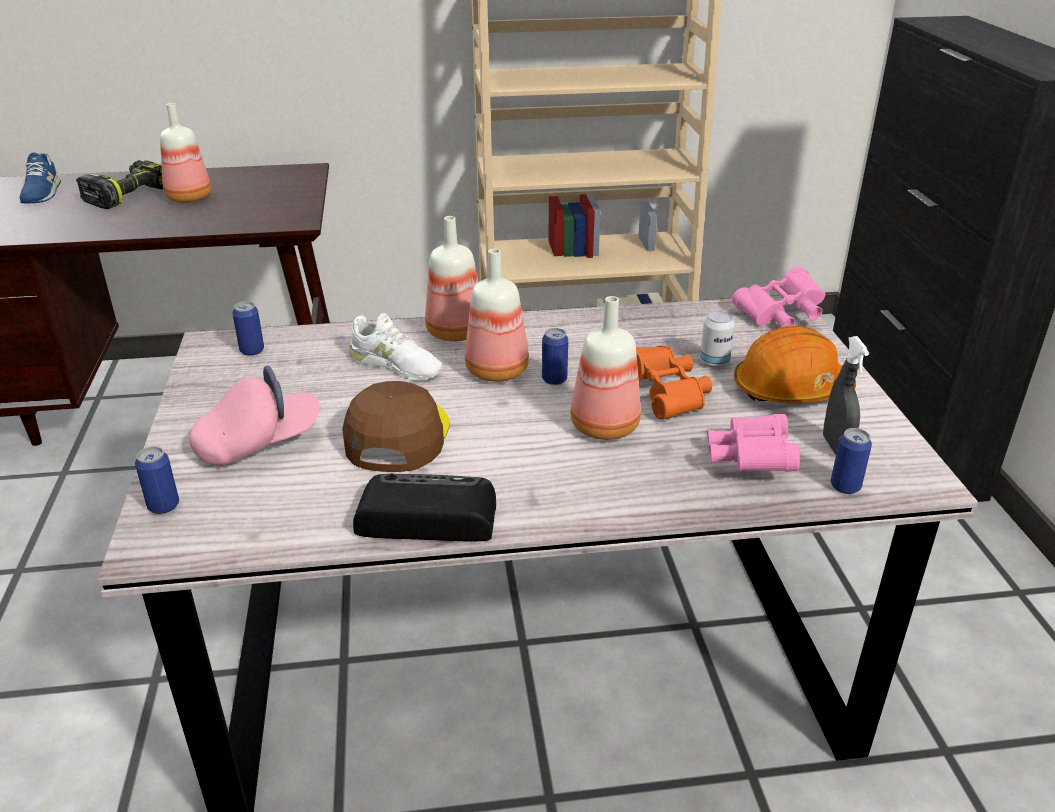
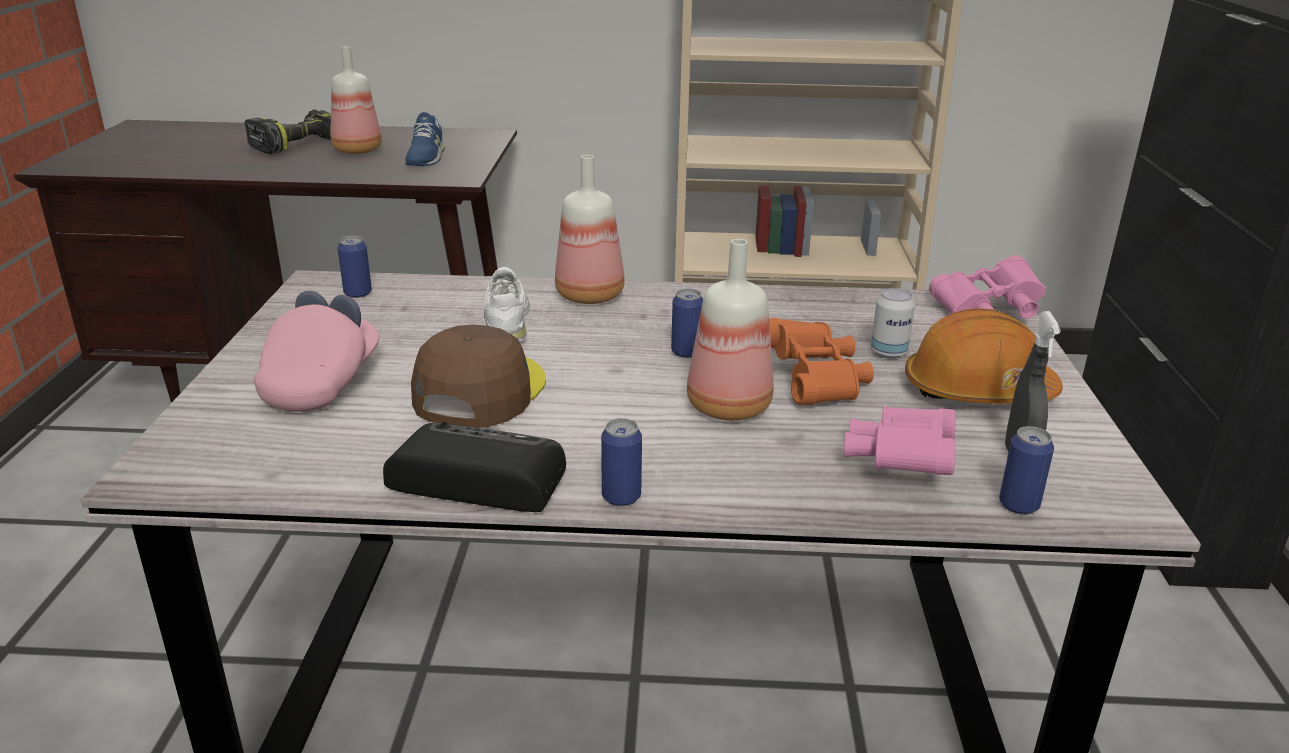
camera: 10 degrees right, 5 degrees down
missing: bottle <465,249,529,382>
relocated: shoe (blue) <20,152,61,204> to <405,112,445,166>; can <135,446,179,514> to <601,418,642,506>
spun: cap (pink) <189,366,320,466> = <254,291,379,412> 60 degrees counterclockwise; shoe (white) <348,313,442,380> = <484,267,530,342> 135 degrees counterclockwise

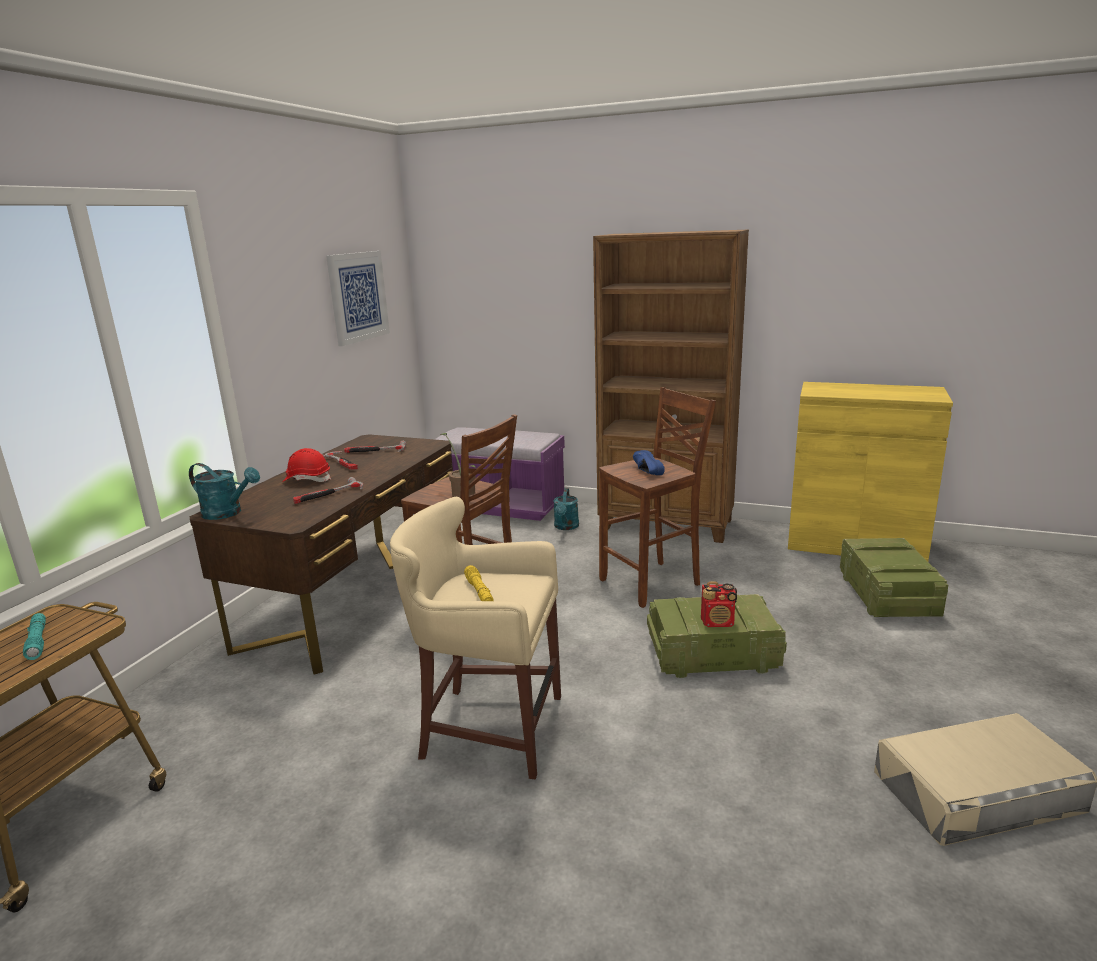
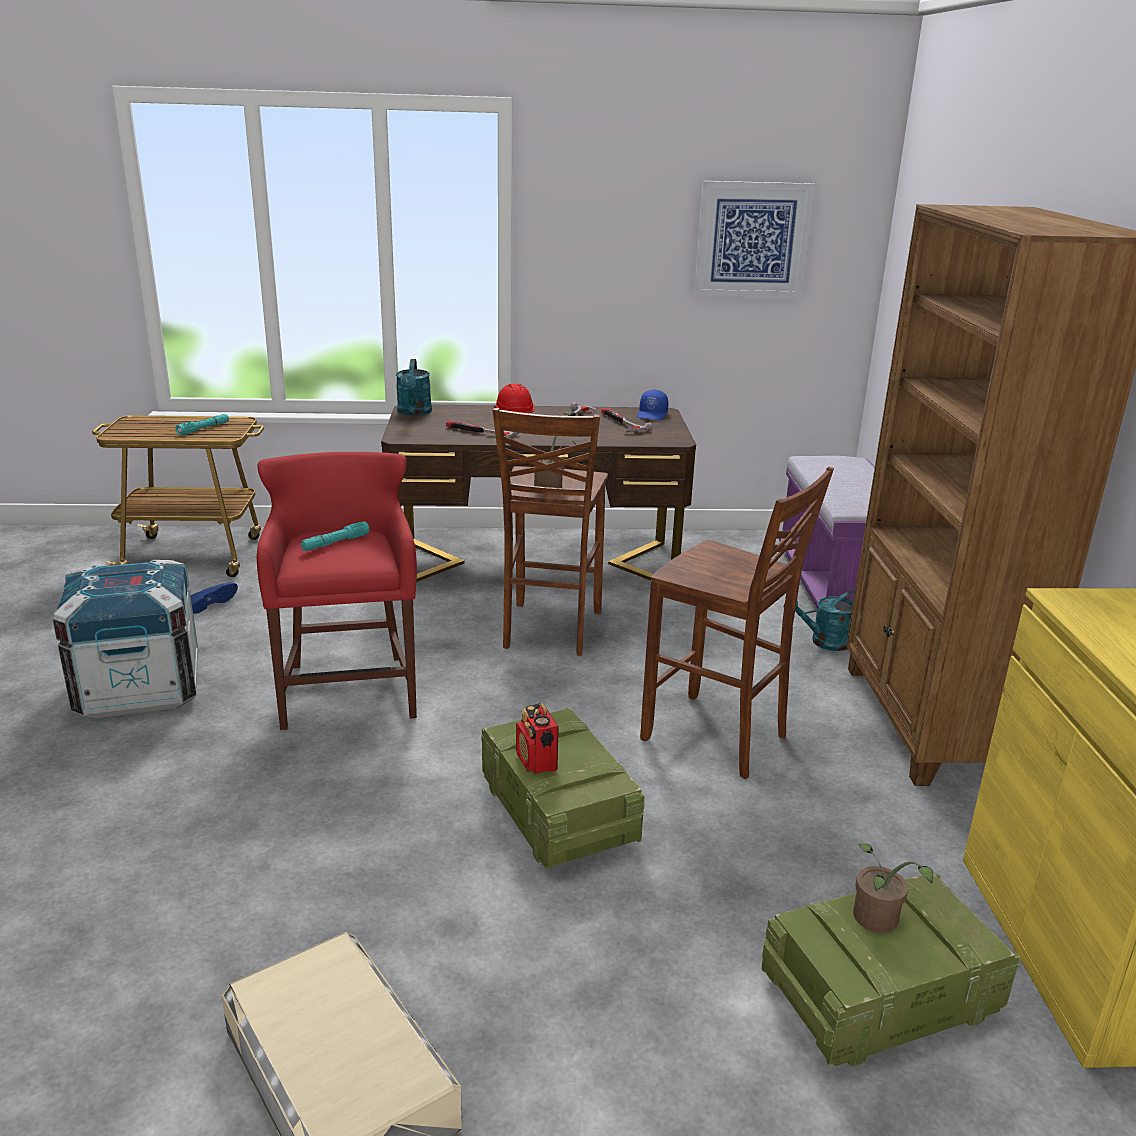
camera: 65 degrees right, 5 degrees up
appeared: crate <52,560,198,719>; cap (blue) <637,390,669,420>; potted plant <853,844,934,933>
relocated: shoe (blue) <633,450,665,475> to <191,582,238,614>
colour: stool (beige) <390,497,561,780> to stool (red) <257,452,417,730>; flashlight (yellow) <464,565,494,601> to flashlight (turquoise) <301,521,369,551>

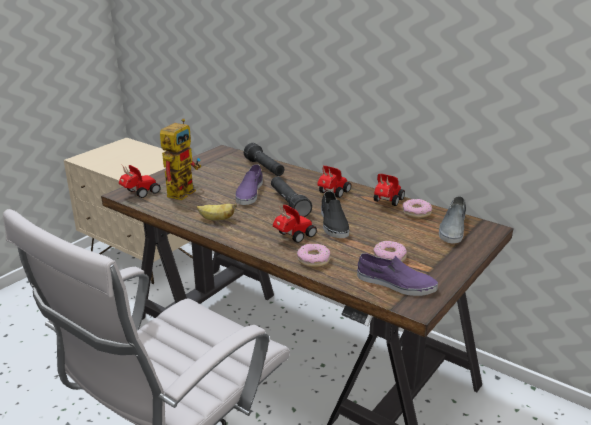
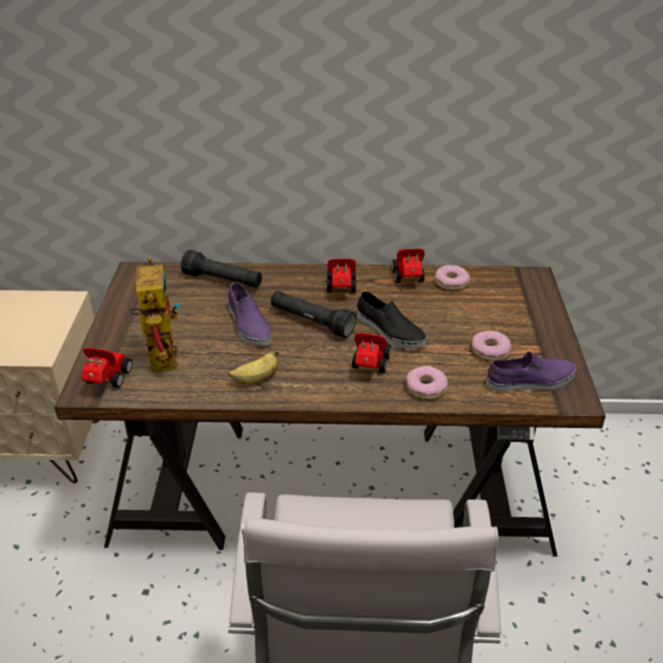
camera: 35 degrees left, 10 degrees up
missing: shoe (grey) <439,196,466,244>

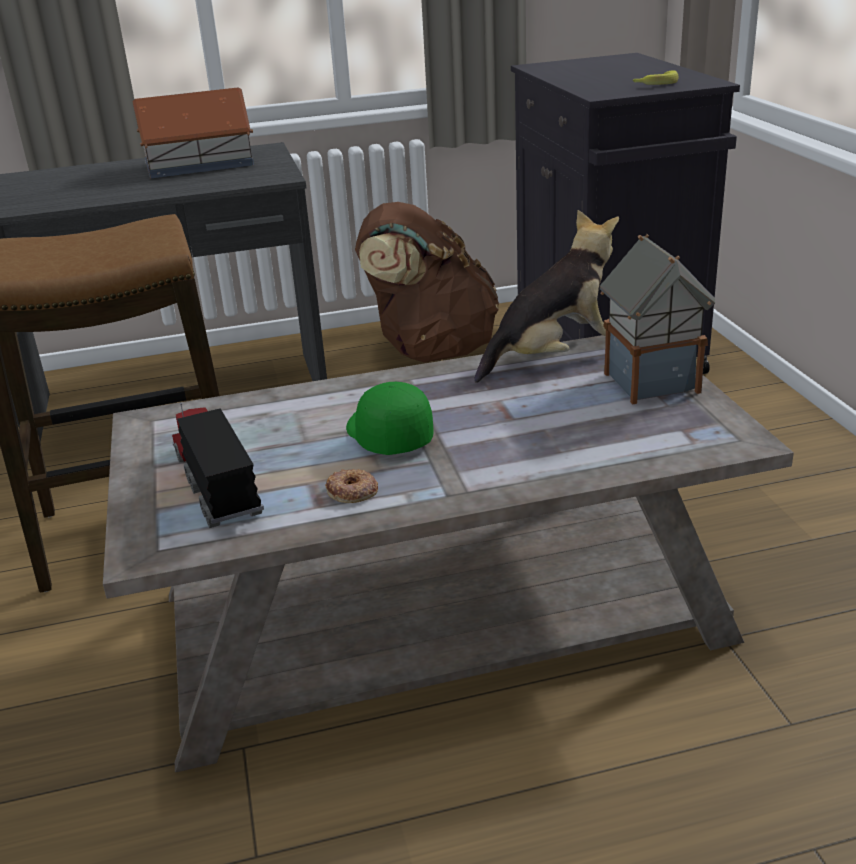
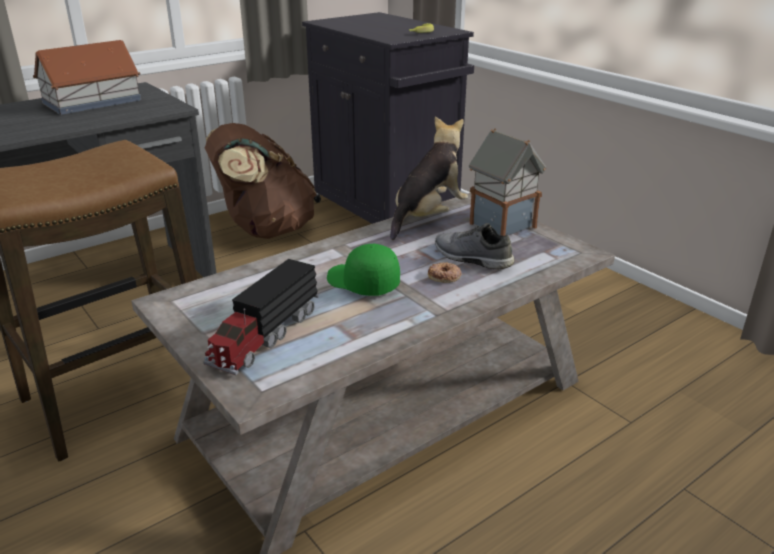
camera: 25 degrees left, 0 degrees up
appeared: shoe (grey) <435,223,514,269>
relocated: donut <325,469,378,503> to <428,262,462,283>
spun: toy truck <172,402,264,528> = <203,259,319,375> 105 degrees counterclockwise

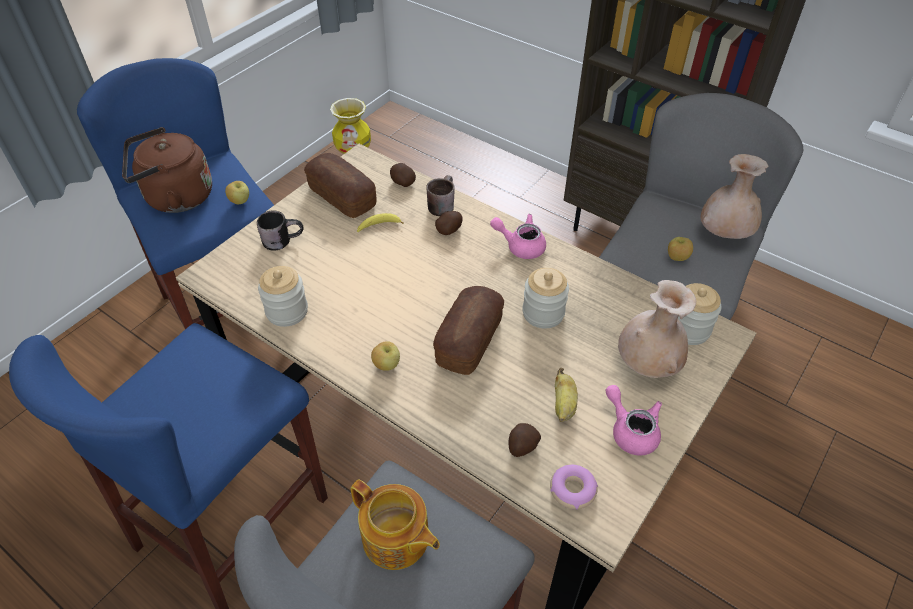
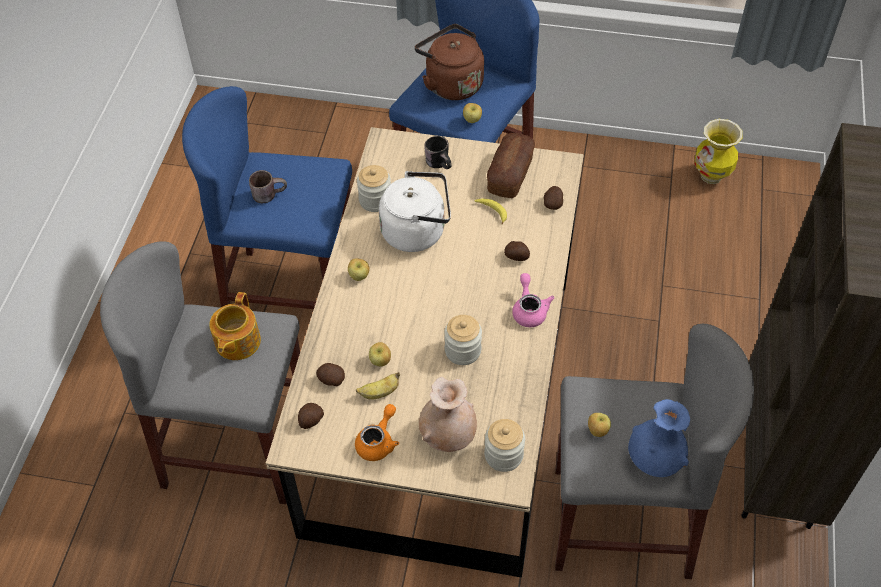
camera: 65 degrees right, 5 degrees up
missing: bread <433,286,504,375>
appeared: apple <369,342,391,366>; kettle (white) <379,171,451,252>
relocated: mug (brown) <426,175,455,216> to <249,170,287,203>
exchanged: donut <550,465,598,510> to potato <298,403,324,429>
colour: teapot (pink) <606,385,662,456> to teapot (orange) <355,404,399,461>; vase (beige) <701,154,768,239> to vase (blue) <628,399,690,477>

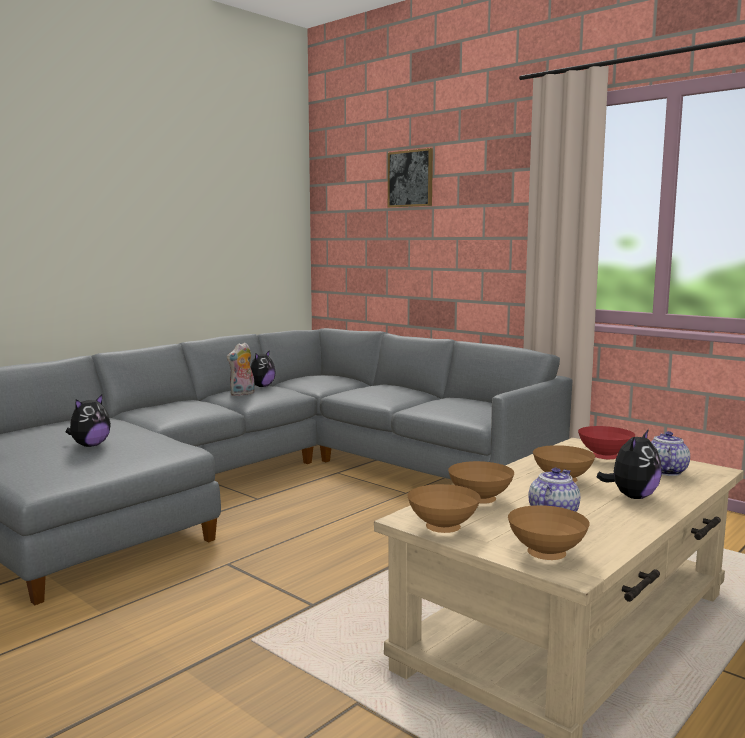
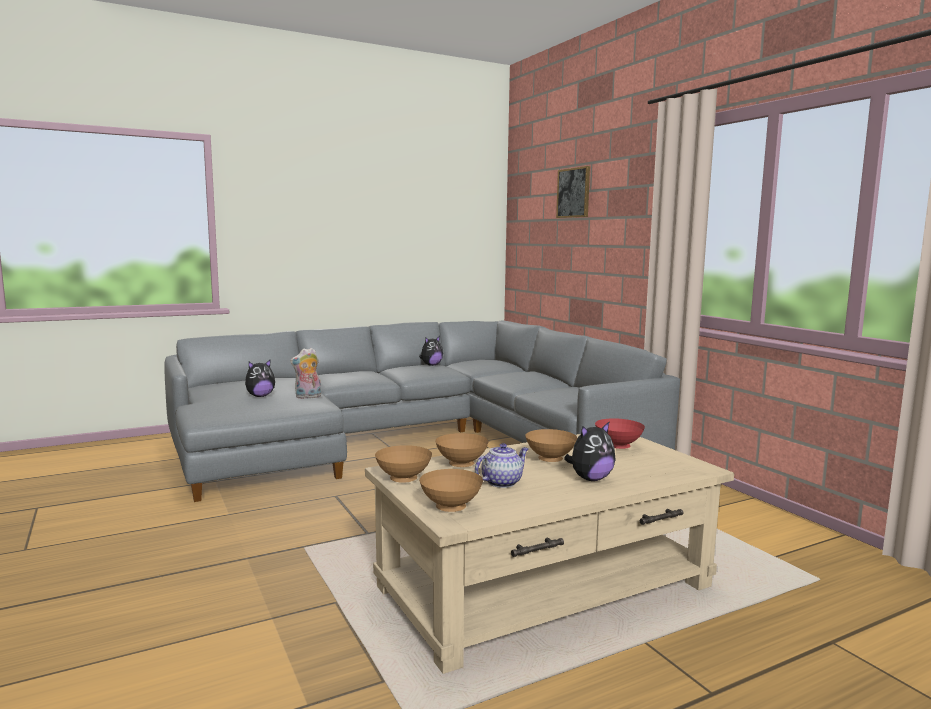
camera: 20 degrees right, 0 degrees up
missing: teapot <651,431,690,476>
relocated: plush toy <227,342,255,396> to <290,348,321,399>

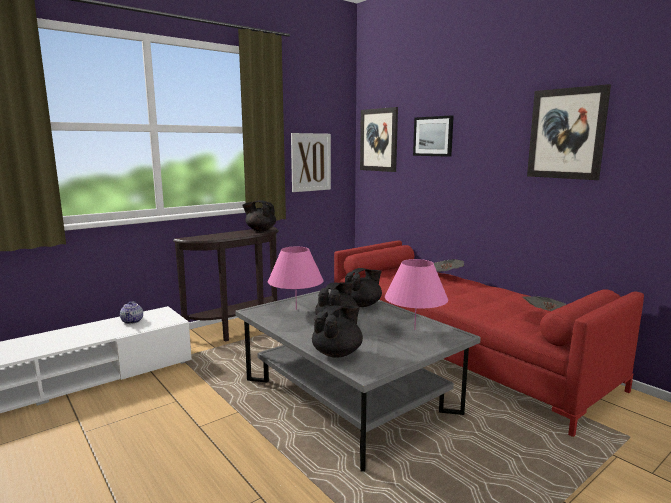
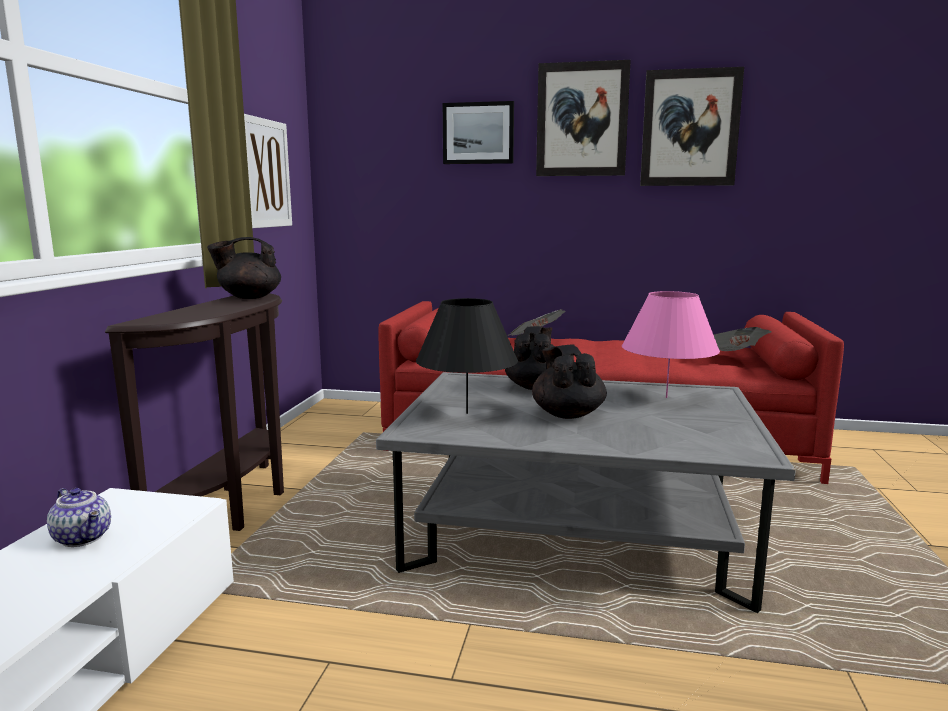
camera: 40 degrees left, 0 degrees up
missing: teapot (black) <312,305,363,358>
relocated: picture <360,107,398,172> to <536,60,631,176>
colour: table lamp (pink) <268,247,324,310> to table lamp (black) <416,298,518,414>

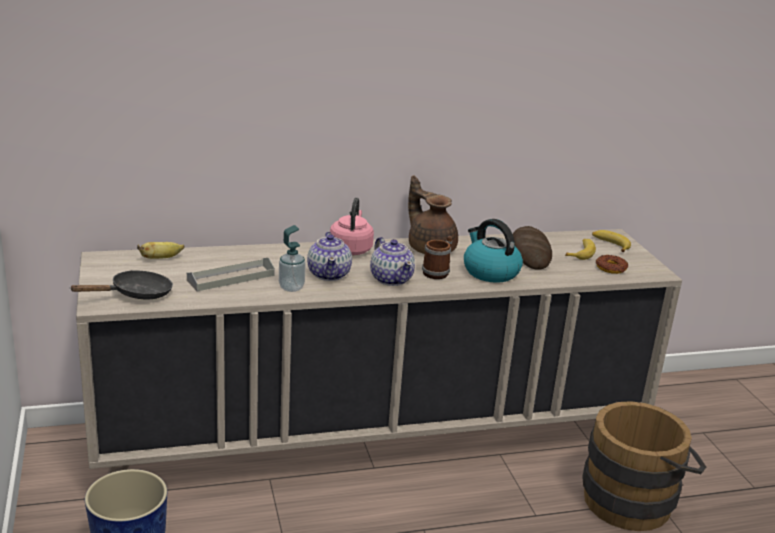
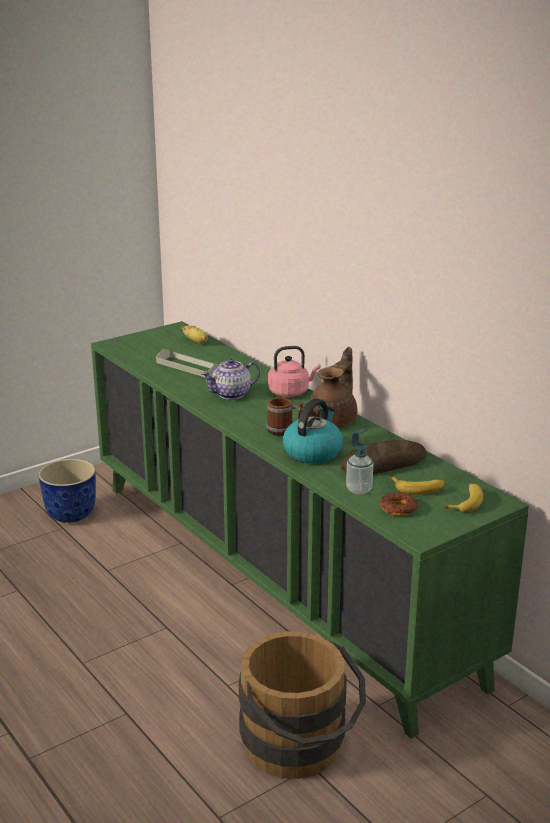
camera: 70 degrees right, 0 degrees up
missing: frying pan (black) <69,270,173,299>; teapot <370,237,415,286>
relocated: soap dispenser <279,225,306,292> to <346,429,373,494>
colour: cabinet (beige) <76,229,682,474> to cabinet (green) <91,321,529,739>

